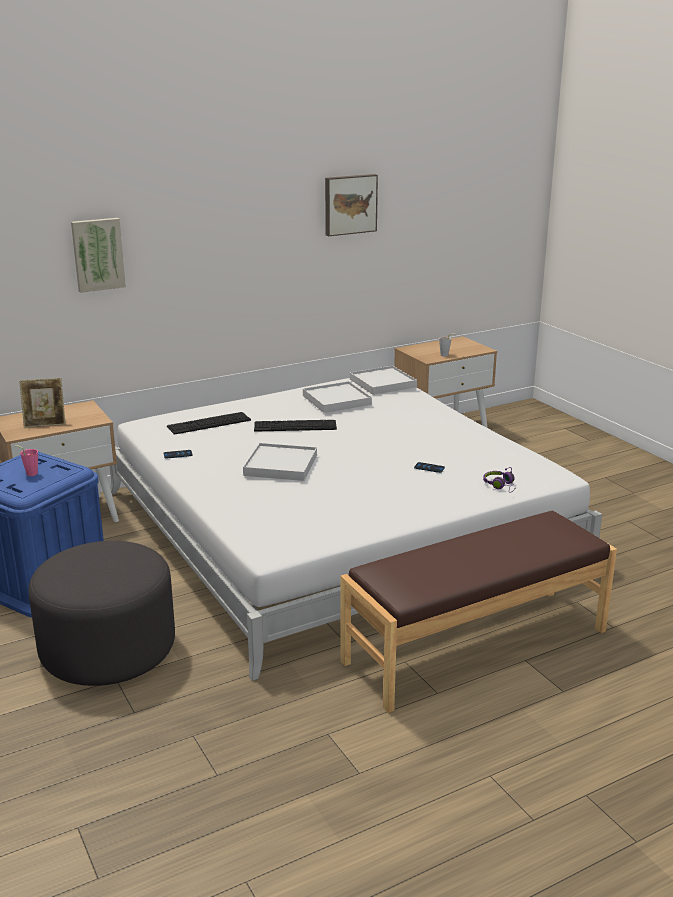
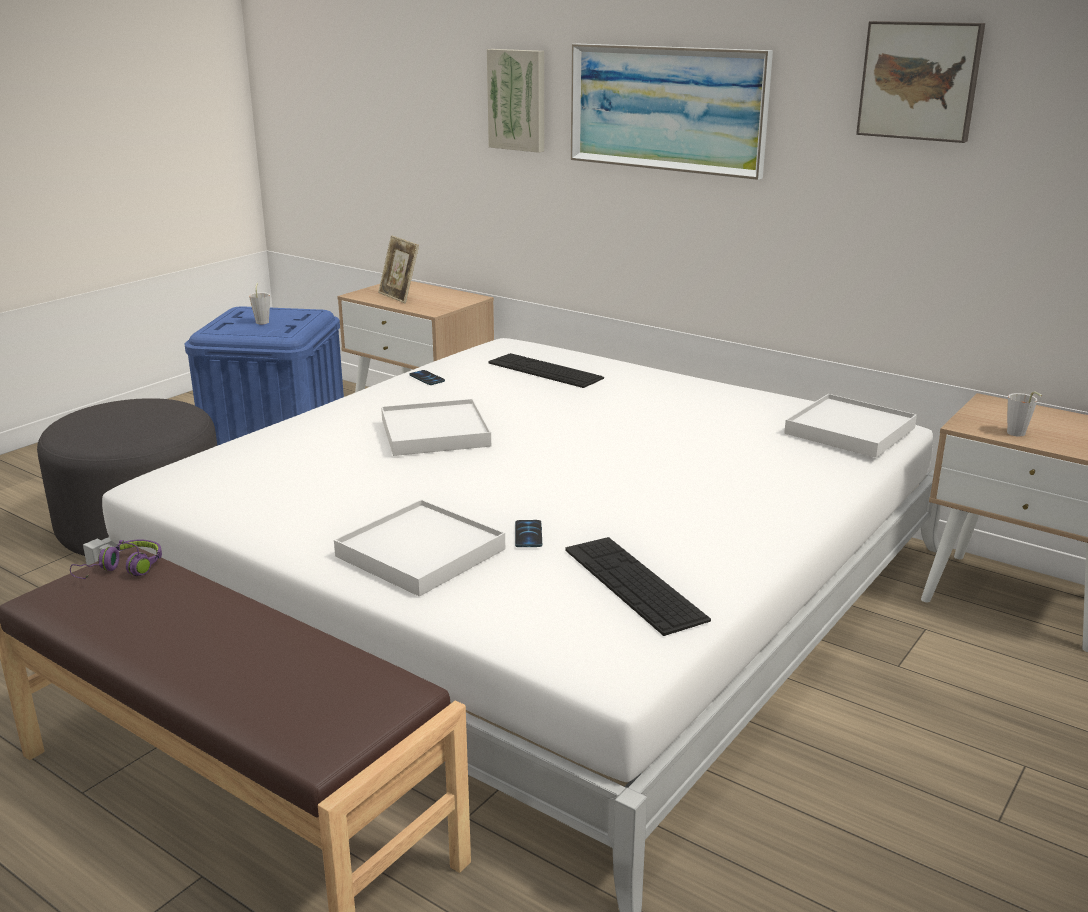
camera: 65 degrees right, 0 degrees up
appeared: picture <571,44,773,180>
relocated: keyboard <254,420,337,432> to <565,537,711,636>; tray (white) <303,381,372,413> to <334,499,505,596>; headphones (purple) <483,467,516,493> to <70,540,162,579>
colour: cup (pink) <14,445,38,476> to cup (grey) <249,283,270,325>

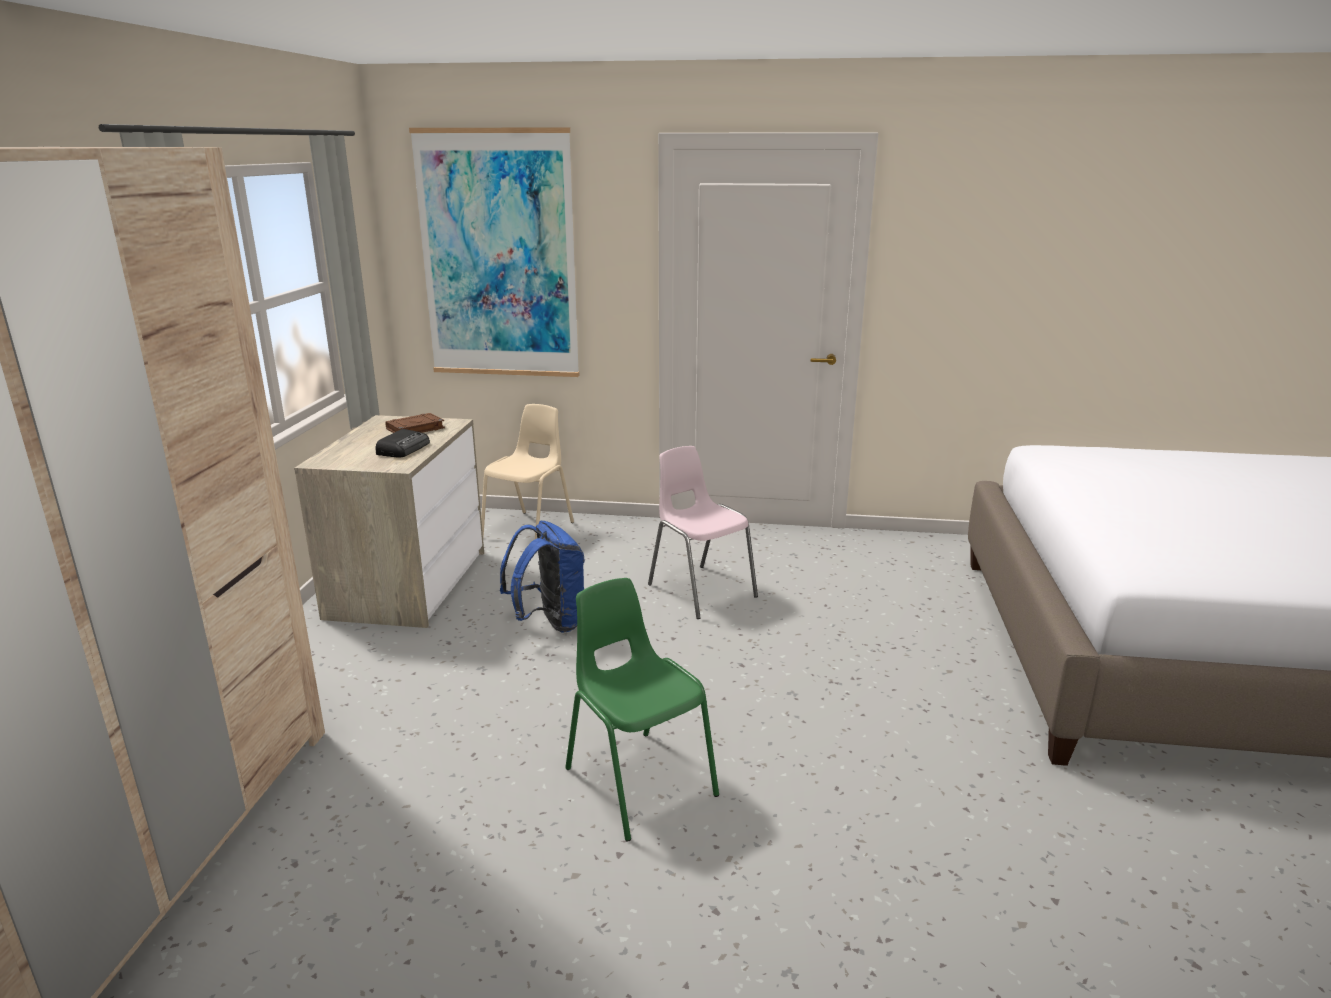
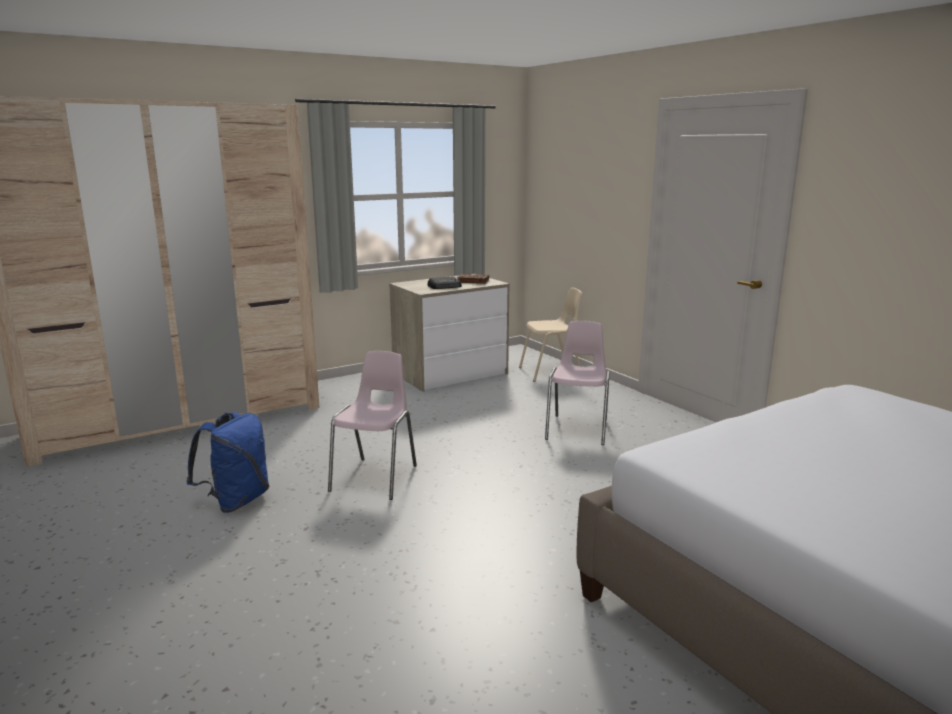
camera: 50 degrees right, 5 degrees down
missing: picture <409,127,579,377>
relocated: backpack (blue) <500,521,585,633> to <186,412,269,513>
colour: chair (green) <565,578,719,842> to chair (pink) <328,351,417,500>

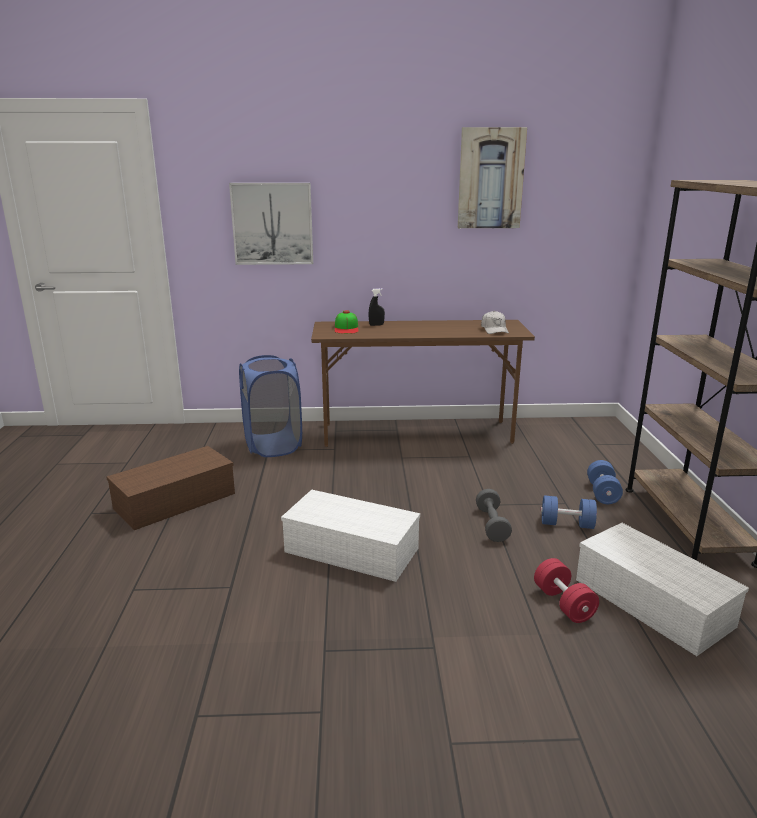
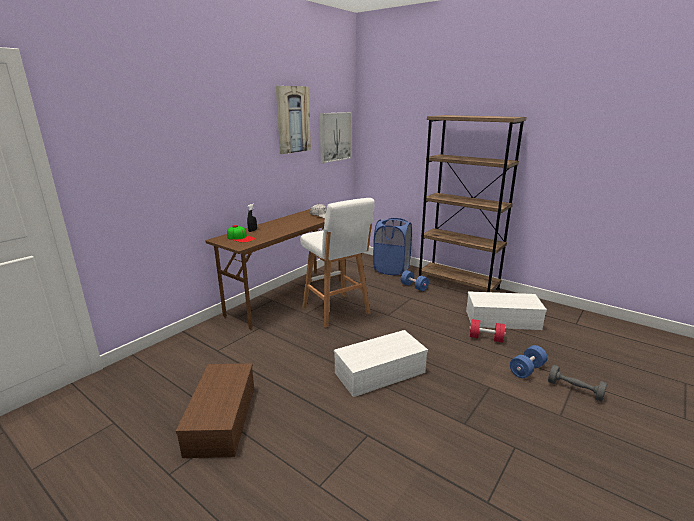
camera: 50 degrees left, 0 degrees up
appeared: stool (white) <300,198,375,328>
relocated: picture <229,183,313,265> to <319,112,352,163>; laundry basket (blue) <239,355,302,457> to <373,218,412,275>; dumbbell (grey) <476,489,512,542> to <548,365,607,402>; dumbbell (blue) <541,495,597,529> to <510,345,548,378>

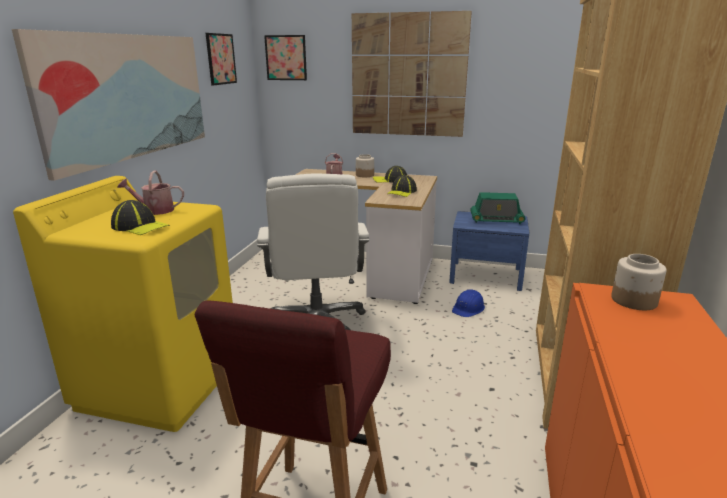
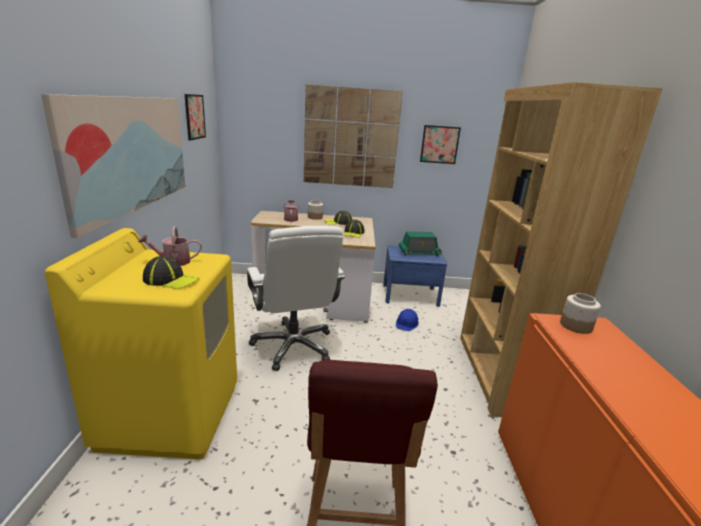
camera: 15 degrees left, 0 degrees up
relocated: picture <264,35,307,80> to <420,125,461,164>

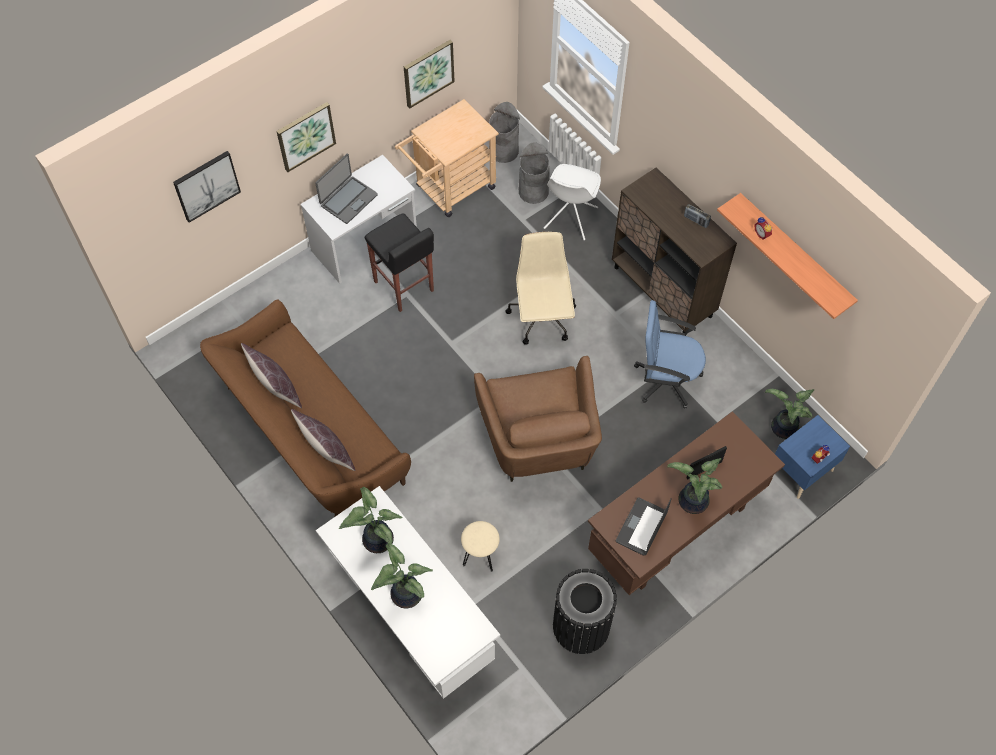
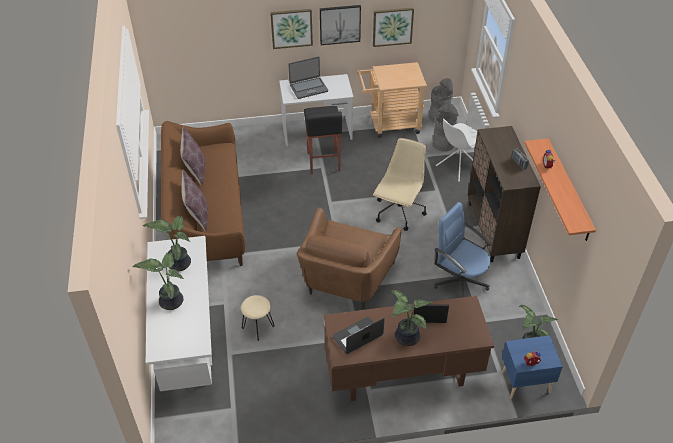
camera: 30 degrees right, 15 degrees down
missing: trash can (black) <553,569,617,654>
relocated: picture <173,151,241,223> to <320,5,361,45>

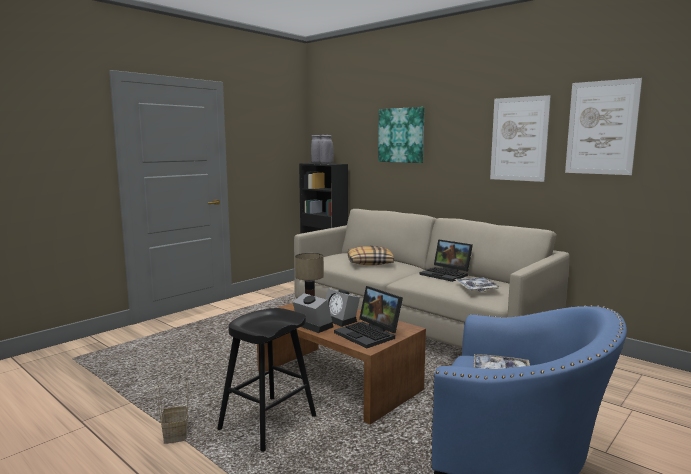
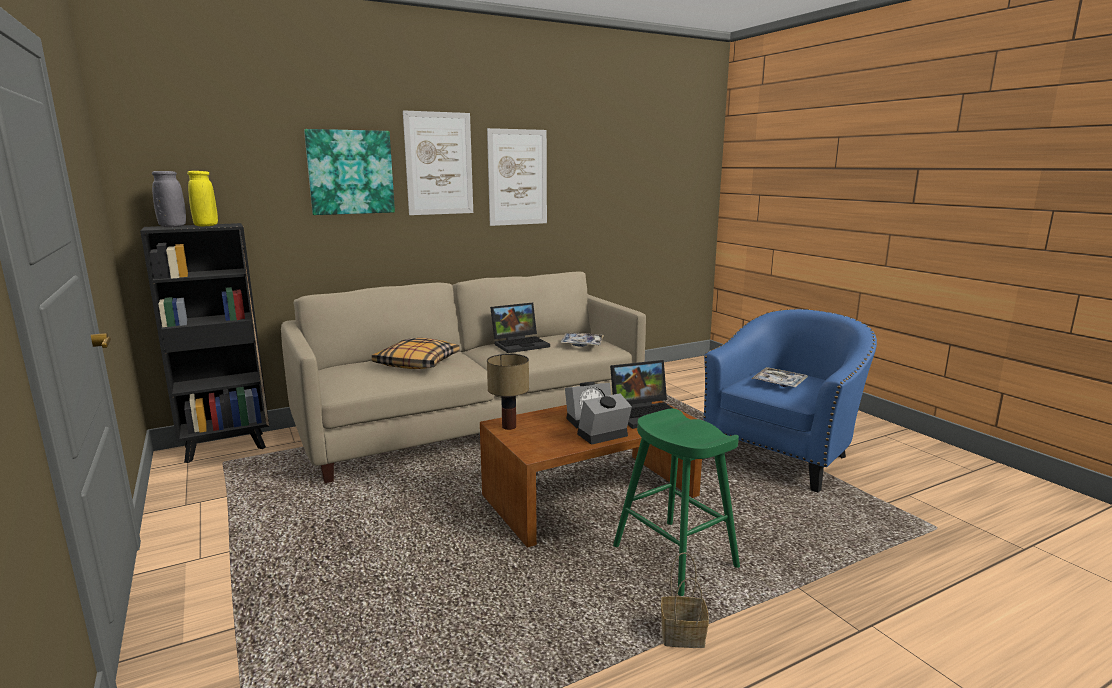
camera: 70 degrees left, 5 degrees up
relocated: picture <565,78,642,175> to <403,110,473,215>
colour: stool (black) <217,308,316,452> to stool (green) <613,408,740,596>; vase (grey) <319,135,334,164> to vase (yellow) <187,171,218,226>

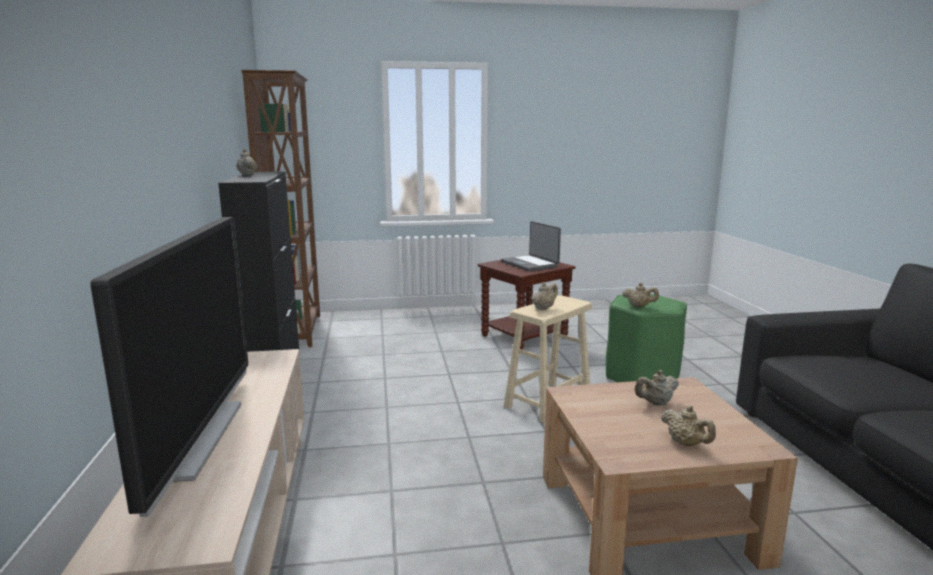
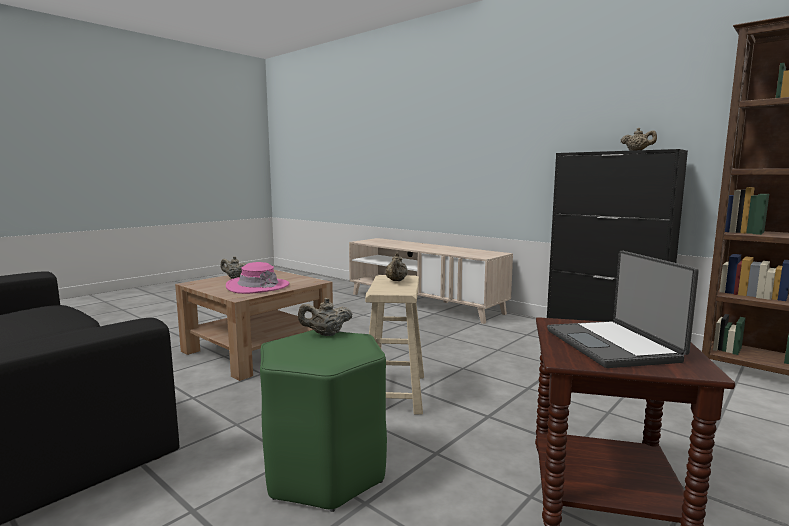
camera: 140 degrees right, 5 degrees down
missing: television <91,217,248,517>
exchanged: teapot (beige) <635,370,679,405> to hat (pink) <226,262,289,294>
spun: laptop <501,221,561,271> = <547,251,699,368> 120 degrees counterclockwise

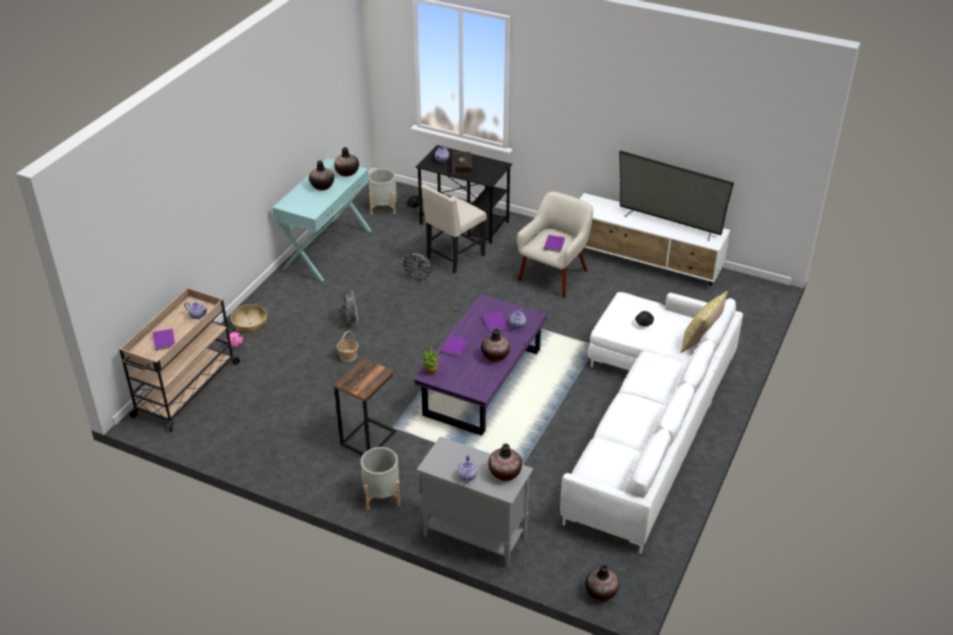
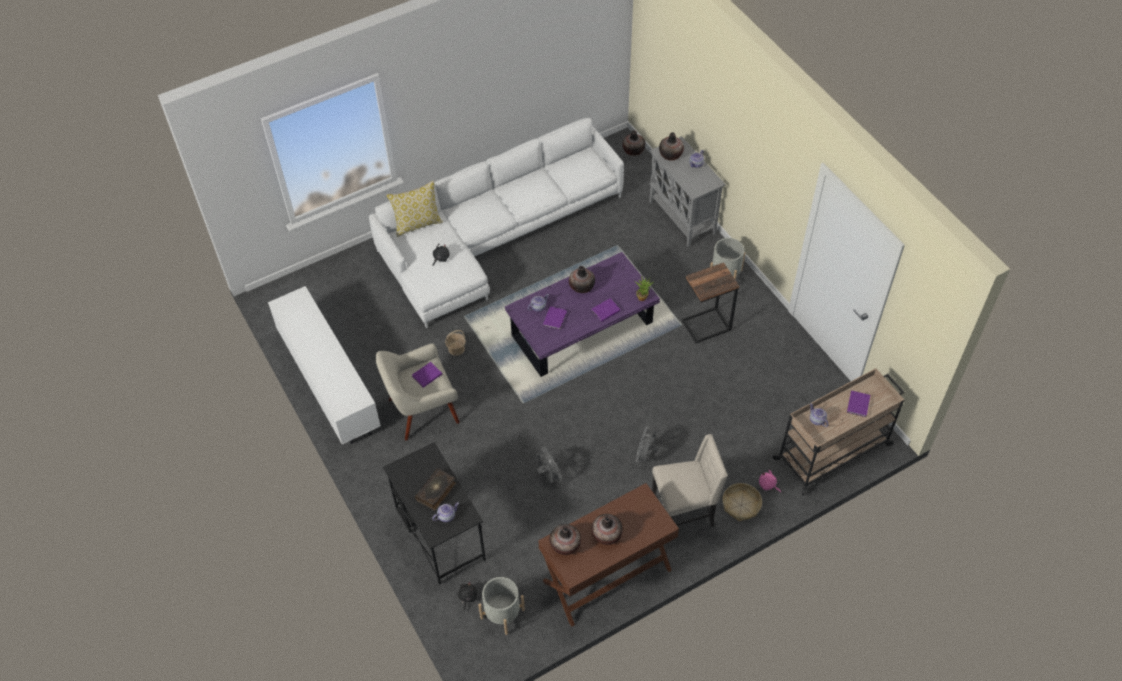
camera: 145 degrees left, 15 degrees up
missing: television <619,151,734,241>
relocated: basket <337,330,358,362> to <445,330,466,356>; chair (beige) <421,184,487,274> to <652,434,728,527>
colour: console table (turquoise) <272,158,372,281> to console table (brown) <538,483,679,627>

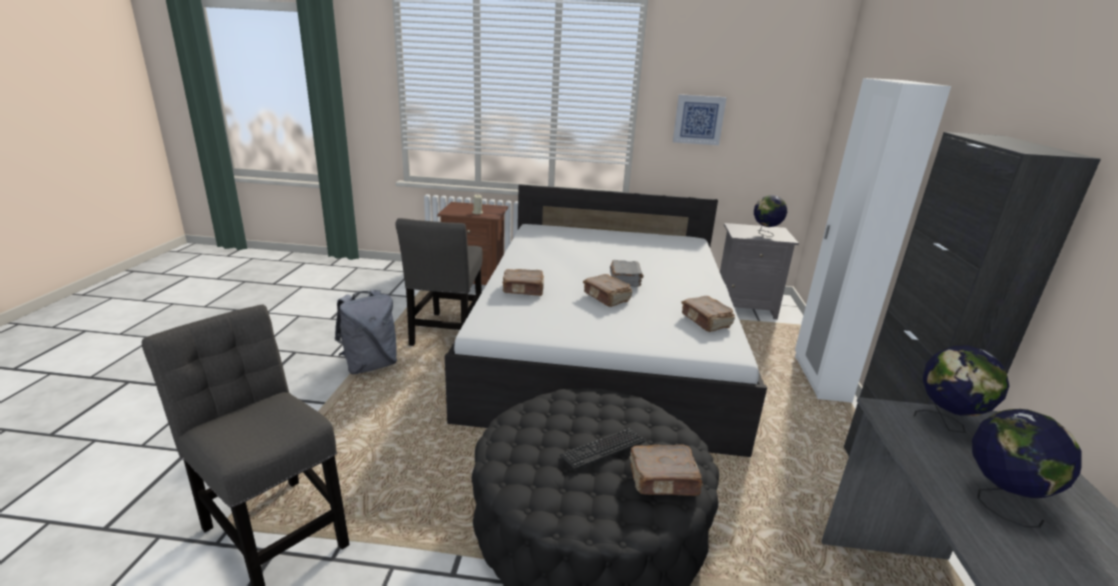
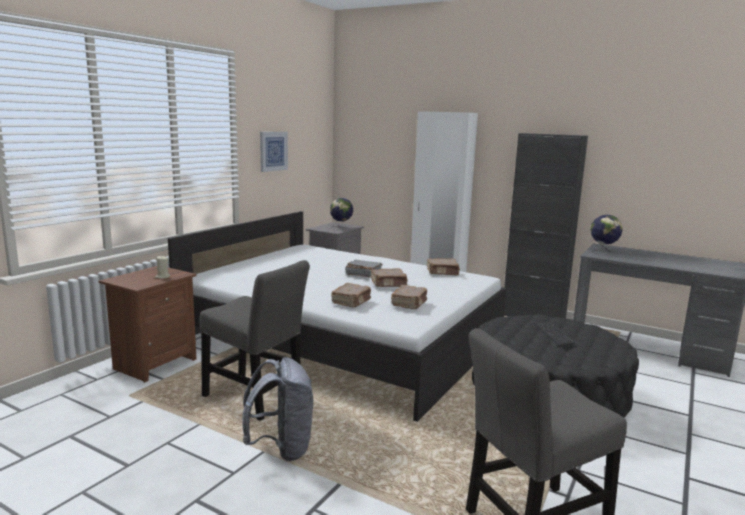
camera: 65 degrees left, 10 degrees down
missing: globe <972,409,1081,528>
relocated: book (brown) <630,444,703,496> to <391,285,427,309>

